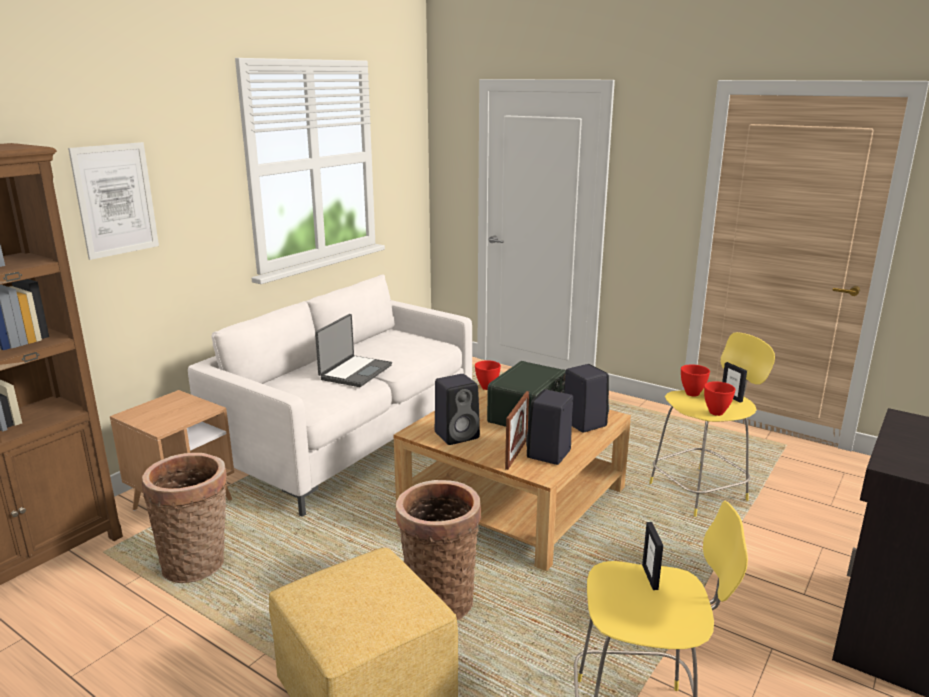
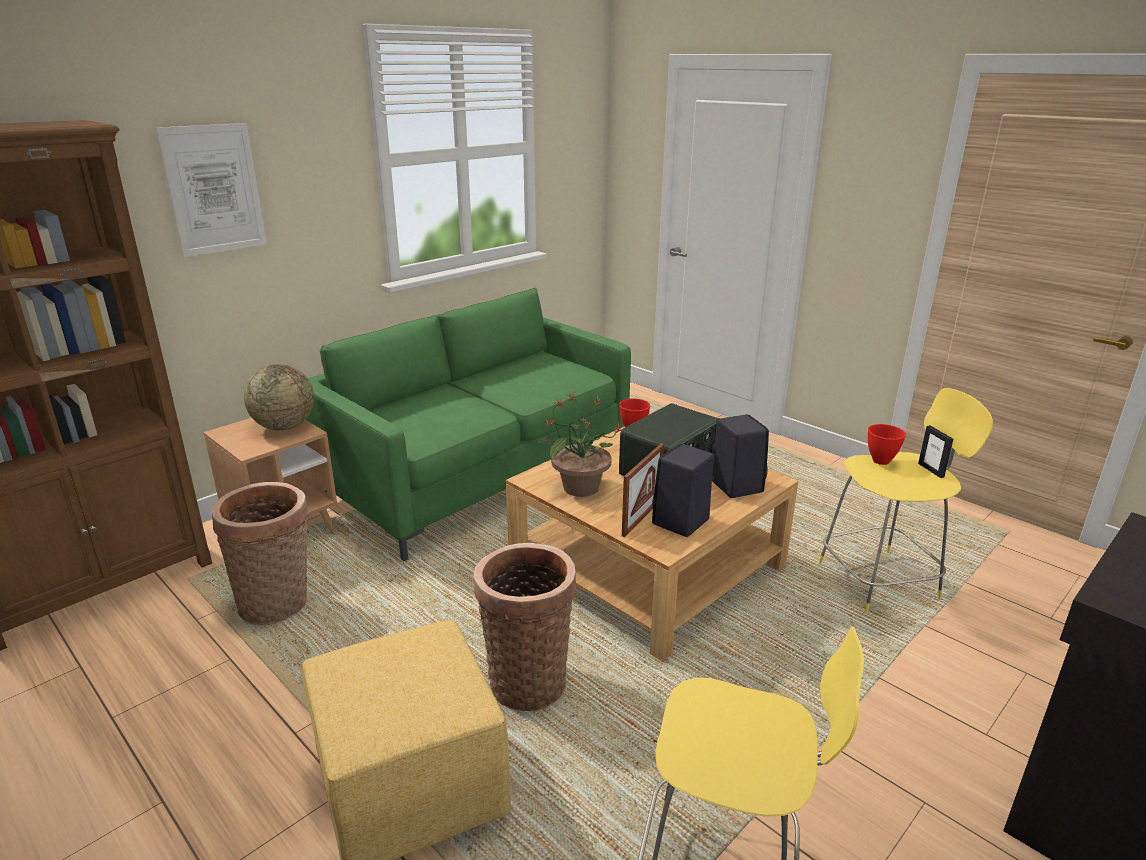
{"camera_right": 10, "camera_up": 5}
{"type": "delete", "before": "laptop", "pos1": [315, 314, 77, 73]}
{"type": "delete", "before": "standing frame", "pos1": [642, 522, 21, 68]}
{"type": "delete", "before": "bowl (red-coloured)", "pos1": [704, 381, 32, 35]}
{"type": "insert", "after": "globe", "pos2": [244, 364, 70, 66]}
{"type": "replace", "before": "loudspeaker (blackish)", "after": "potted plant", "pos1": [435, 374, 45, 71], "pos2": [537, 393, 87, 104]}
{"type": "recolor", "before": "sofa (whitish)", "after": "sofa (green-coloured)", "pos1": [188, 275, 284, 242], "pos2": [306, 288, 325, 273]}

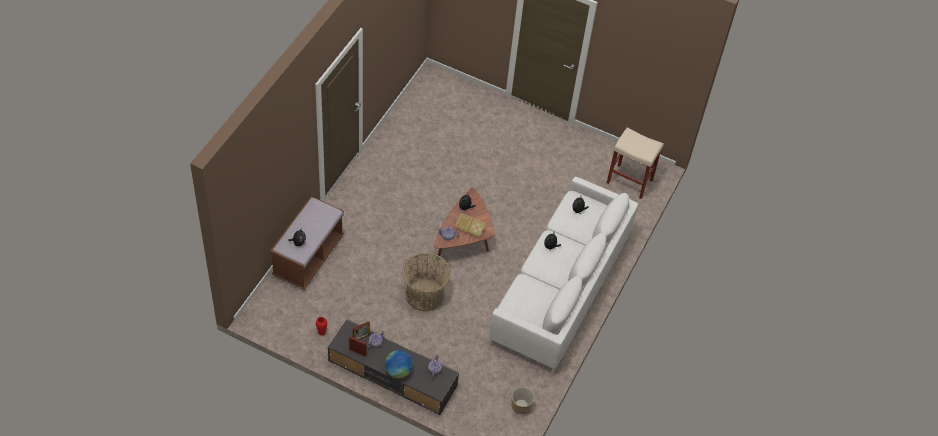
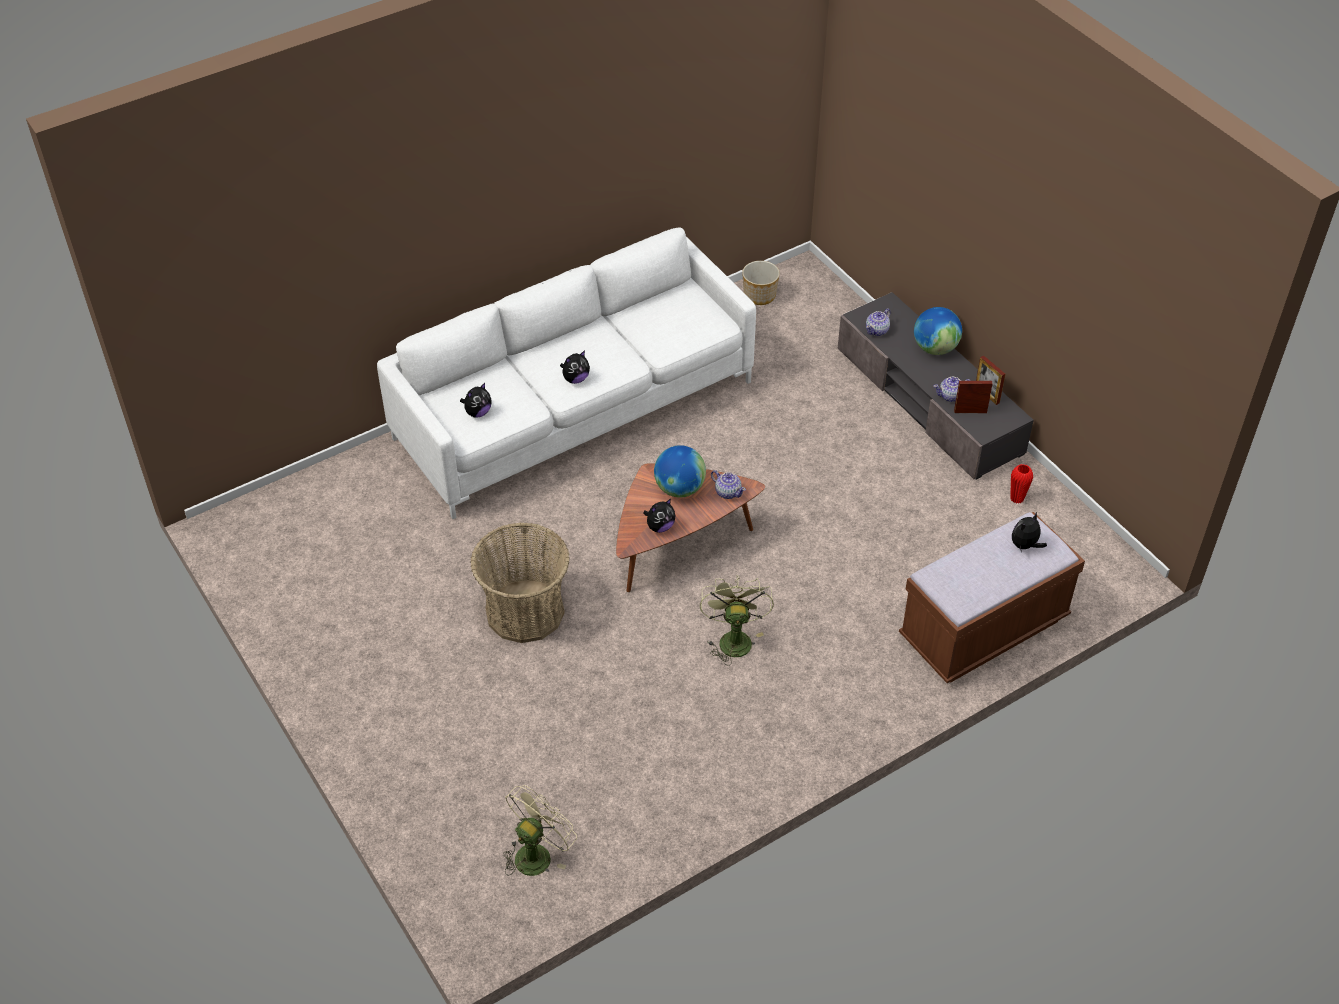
{"camera_right": -145, "camera_up": -5}
{"type": "delete", "before": "stool (beige-coloured)", "pos1": [607, 127, 57, 72]}
{"type": "insert", "after": "fan (beige-coloured)", "pos2": [503, 785, 74, 91]}
{"type": "insert", "after": "fan (green-coloured)", "pos2": [700, 575, 74, 91]}
{"type": "move", "before": "basket", "pos1": [402, 253, 49, 59], "pos2": [470, 522, 100, 121]}
{"type": "replace", "before": "book", "after": "globe", "pos1": [455, 213, 31, 24], "pos2": [654, 445, 52, 53]}

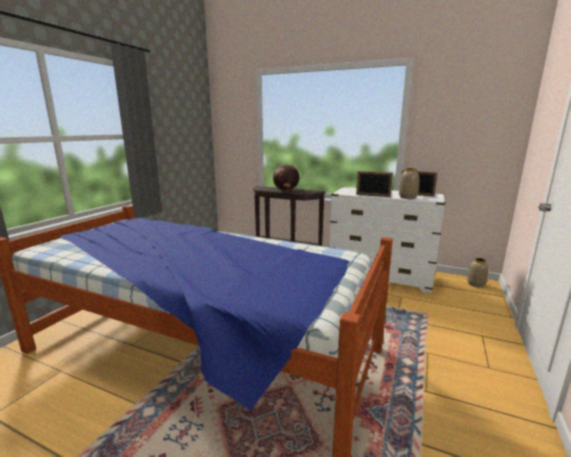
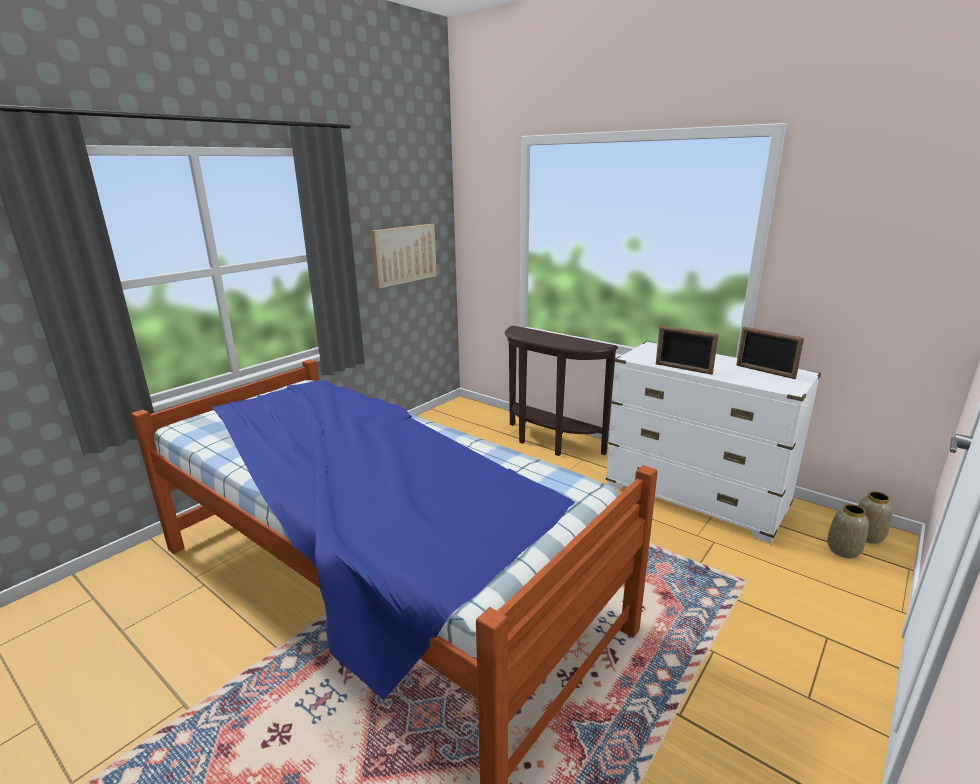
{"camera_right": 15, "camera_up": 5}
{"type": "delete", "before": "globe", "pos1": [273, 164, 26, 27]}
{"type": "insert", "after": "picture", "pos2": [371, 224, 66, 65]}
{"type": "move", "before": "decorative vase", "pos1": [399, 168, 20, 31], "pos2": [827, 504, 42, 55]}

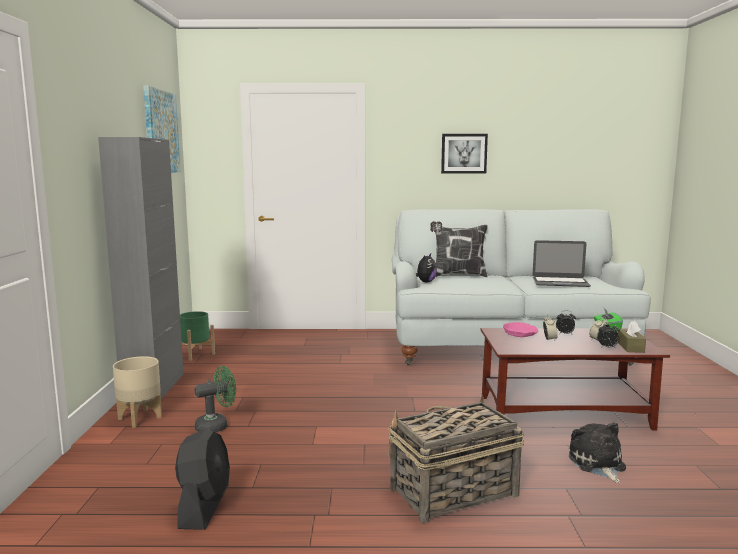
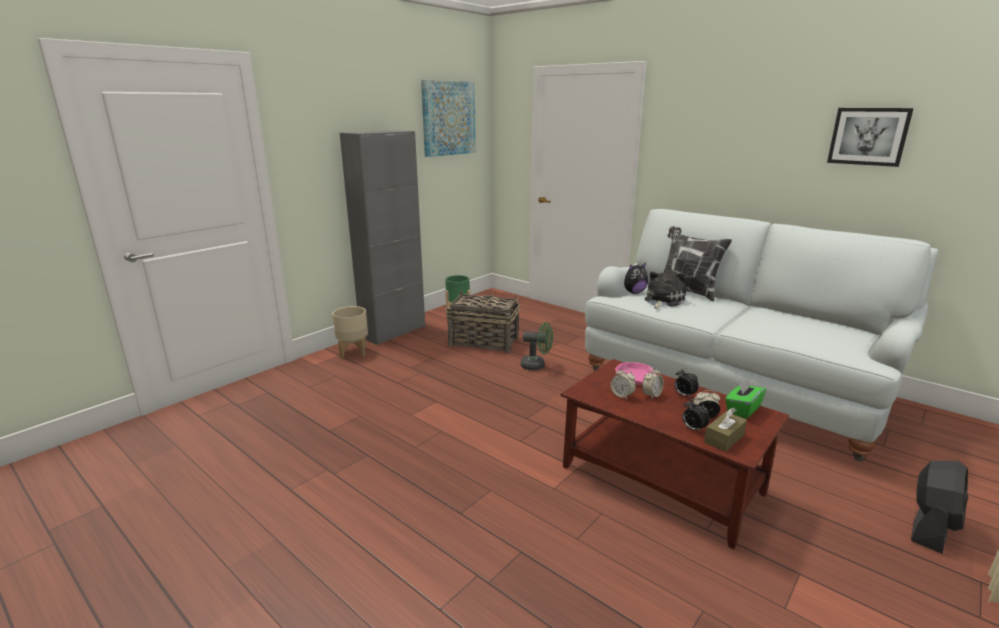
{"camera_right": 40, "camera_up": 10}
{"type": "delete", "before": "laptop", "pos1": [533, 240, 58, 47]}
{"type": "insert", "after": "table clock", "pos2": [610, 367, 26, 32]}
{"type": "move", "before": "fan (blackish)", "pos1": [175, 428, 55, 102], "pos2": [911, 461, 57, 93]}
{"type": "move", "before": "fan (green-coloured)", "pos1": [195, 366, 41, 67], "pos2": [521, 322, 32, 48]}
{"type": "move", "before": "basket", "pos1": [388, 394, 136, 129], "pos2": [446, 290, 74, 63]}
{"type": "move", "before": "picture", "pos1": [441, 134, 47, 40], "pos2": [827, 108, 87, 59]}
{"type": "move", "before": "soft toy", "pos1": [569, 423, 57, 60], "pos2": [644, 271, 43, 38]}

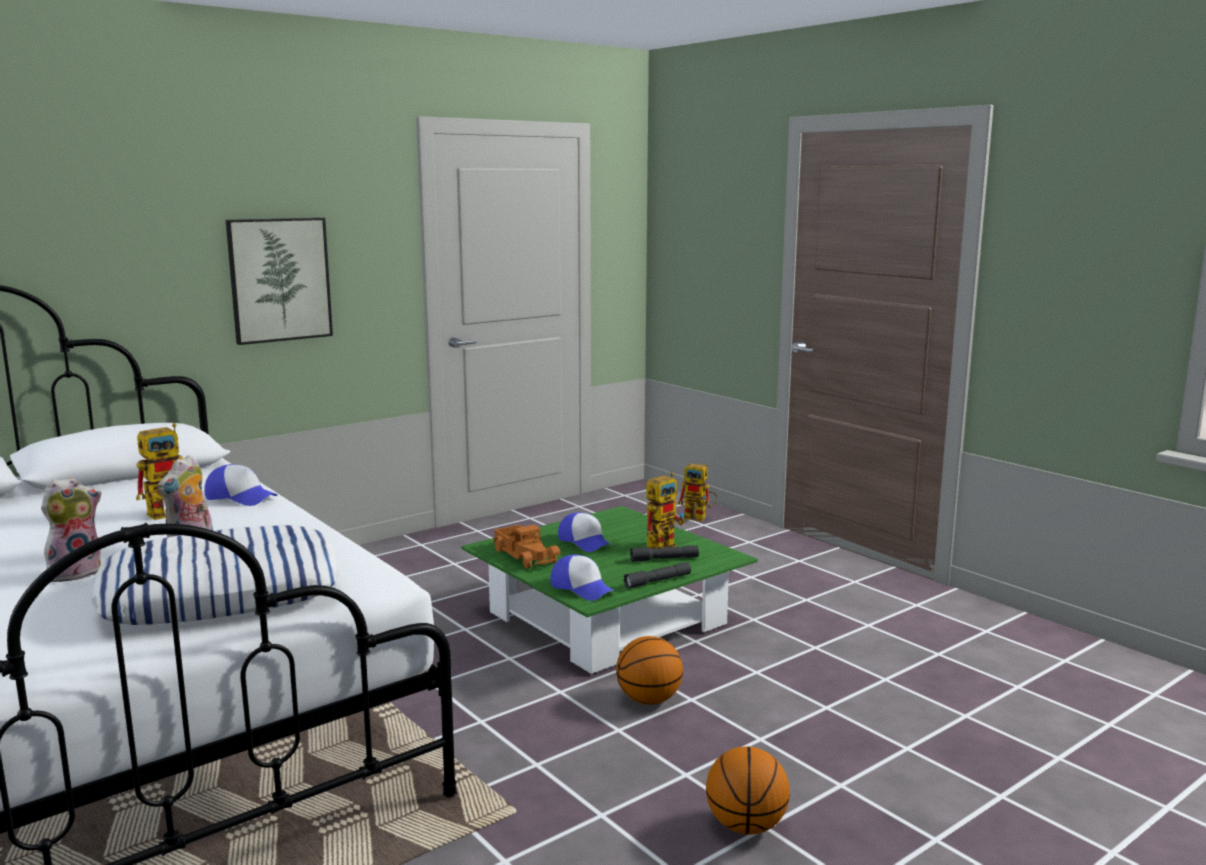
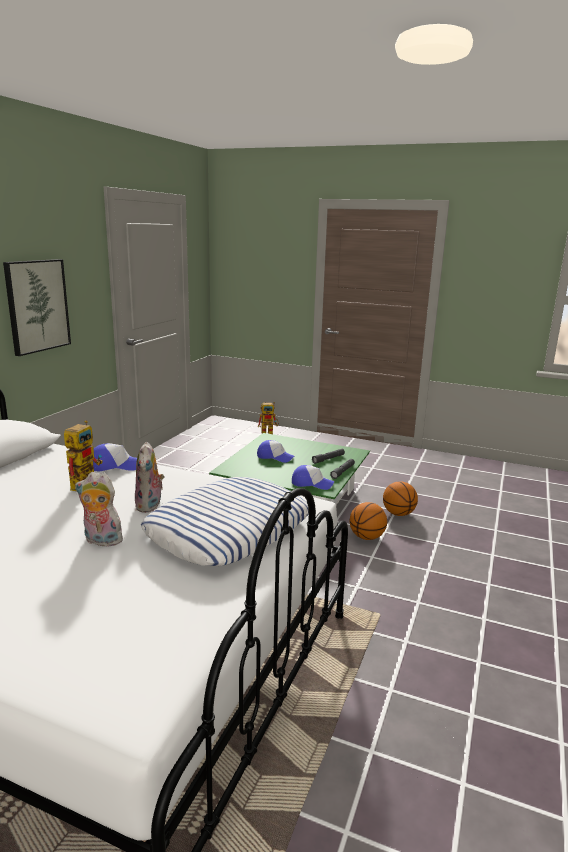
{"camera_right": -30, "camera_up": 5}
{"type": "delete", "before": "toy truck", "pos1": [493, 525, 68, 44]}
{"type": "delete", "before": "toy robot", "pos1": [646, 472, 39, 77]}
{"type": "move", "before": "basketball ball", "pos1": [706, 746, 84, 89], "pos2": [383, 481, 35, 35]}
{"type": "rotate", "before": "soft toy", "pos1": [41, 477, 61, 105], "pos2": [75, 472, 48, 75], "turn": -90}

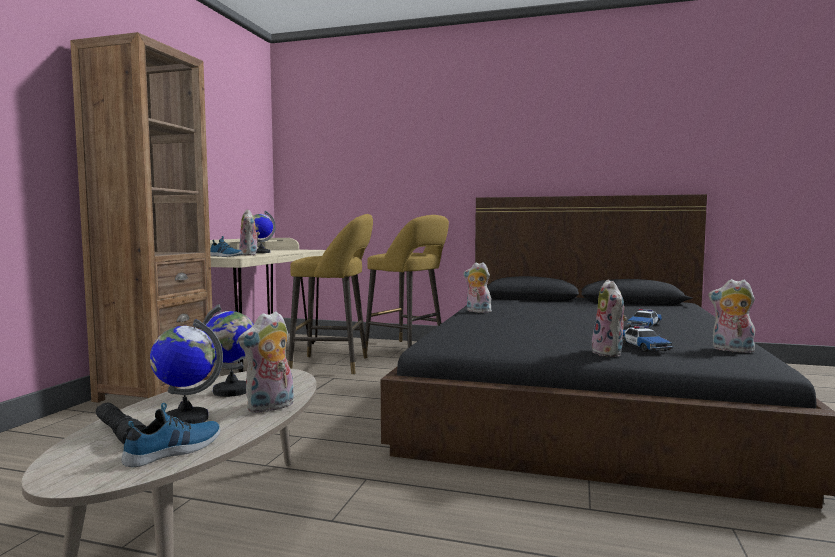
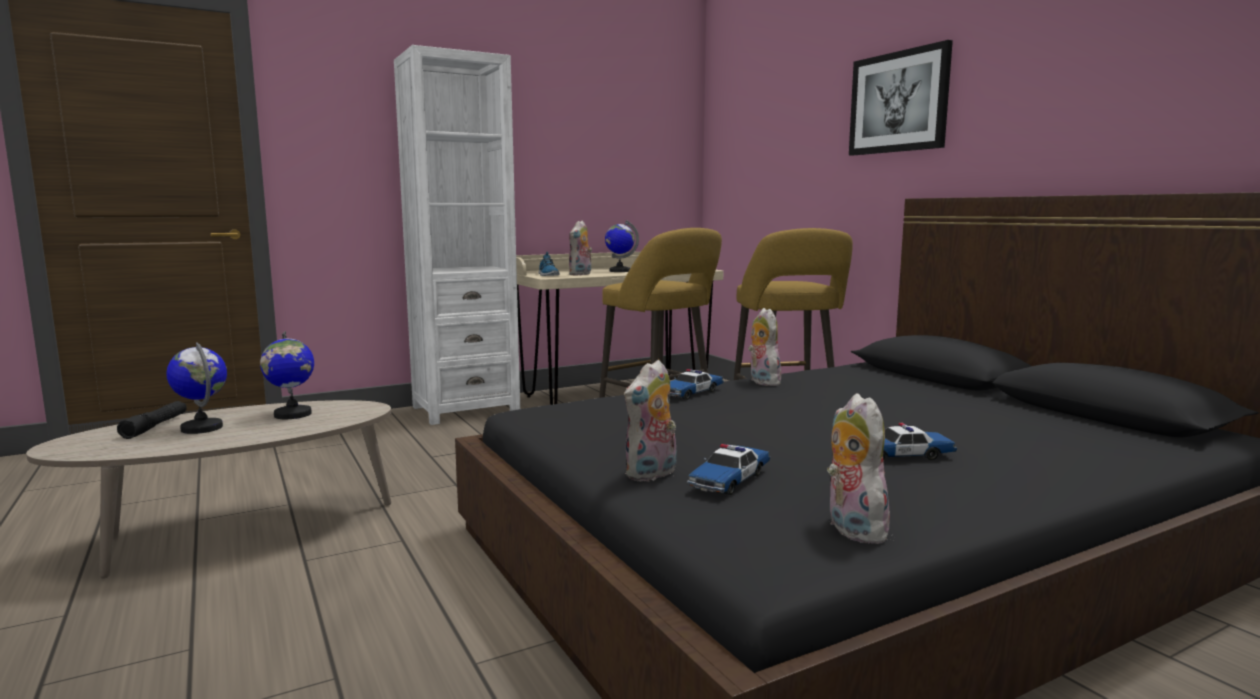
{"camera_right": 45, "camera_up": 5}
{"type": "delete", "before": "shoe", "pos1": [121, 403, 99, 64]}
{"type": "delete", "before": "soft toy", "pos1": [238, 311, 56, 102]}
{"type": "insert", "after": "miniature car", "pos2": [670, 369, 54, 31]}
{"type": "insert", "after": "picture", "pos2": [849, 40, 104, 116]}
{"type": "recolor", "before": "bookshelf (brown)", "after": "bookshelf (whitish)", "pos1": [70, 32, 145, 371], "pos2": [394, 45, 126, 380]}

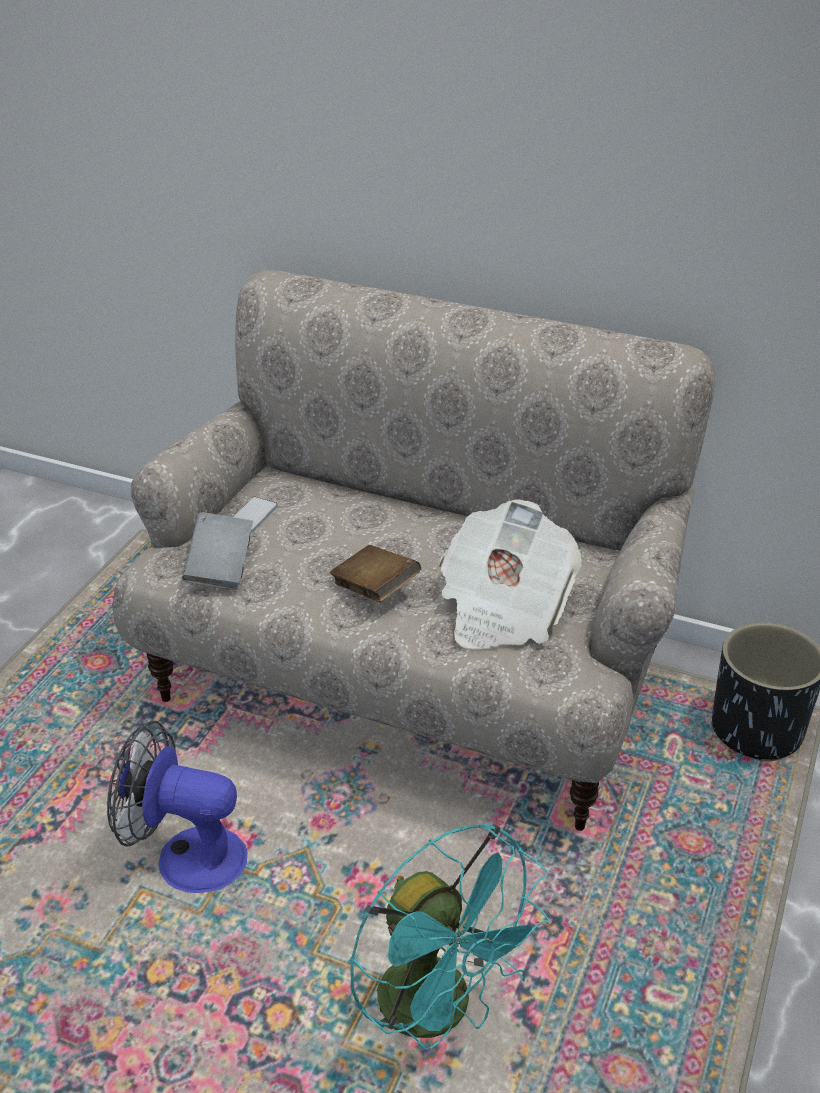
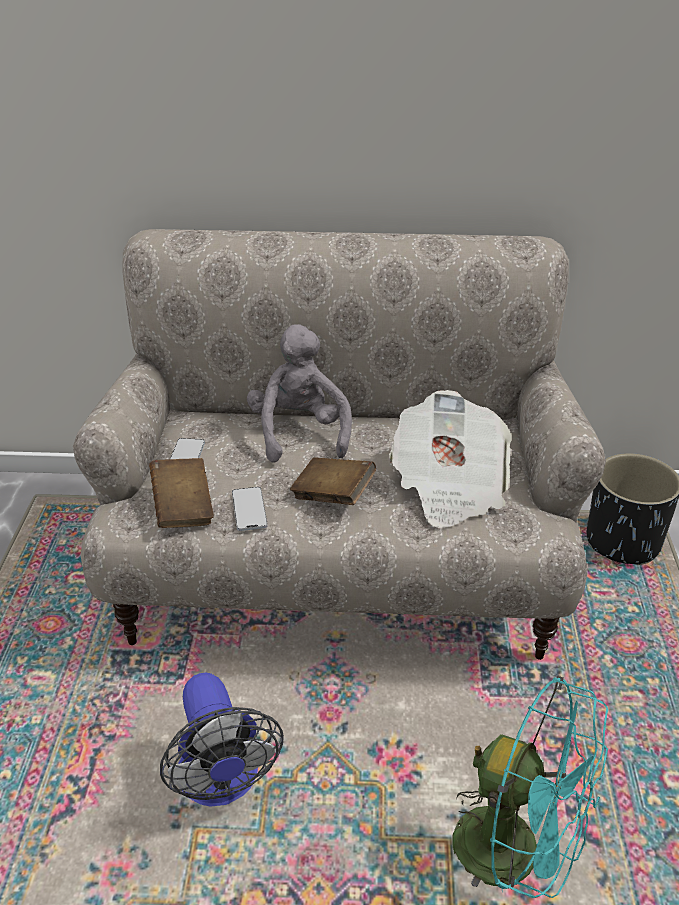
{"camera_right": -20, "camera_up": 0}
{"type": "insert", "after": "handset", "pos2": [232, 487, 36, 44]}
{"type": "insert", "after": "soft toy (gray)", "pos2": [247, 324, 105, 139]}
{"type": "recolor", "before": "book (gray)", "after": "book (brown)", "pos1": [182, 512, 71, 78], "pos2": [149, 458, 65, 70]}
{"type": "rotate", "before": "fan", "pos1": [107, 721, 140, 172], "pos2": [160, 673, 124, 133], "turn": -105}

